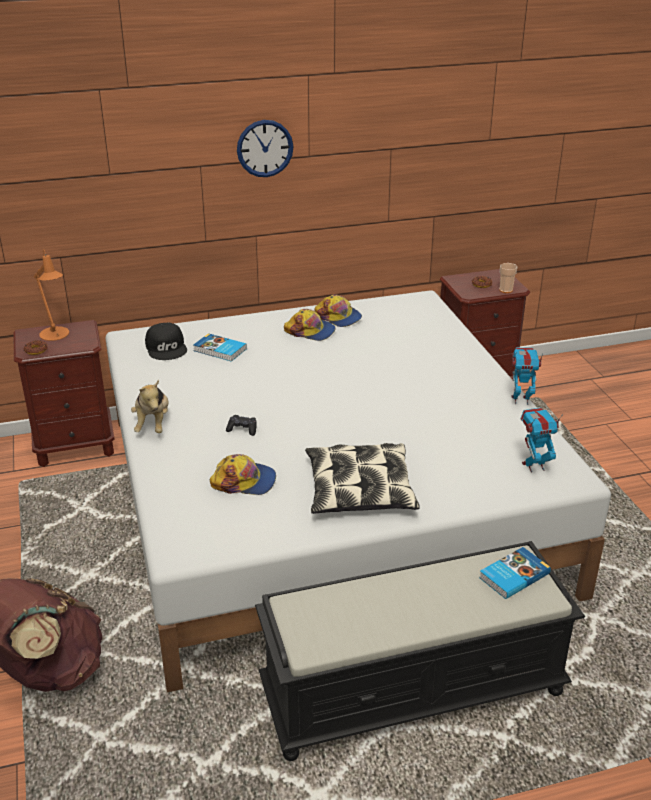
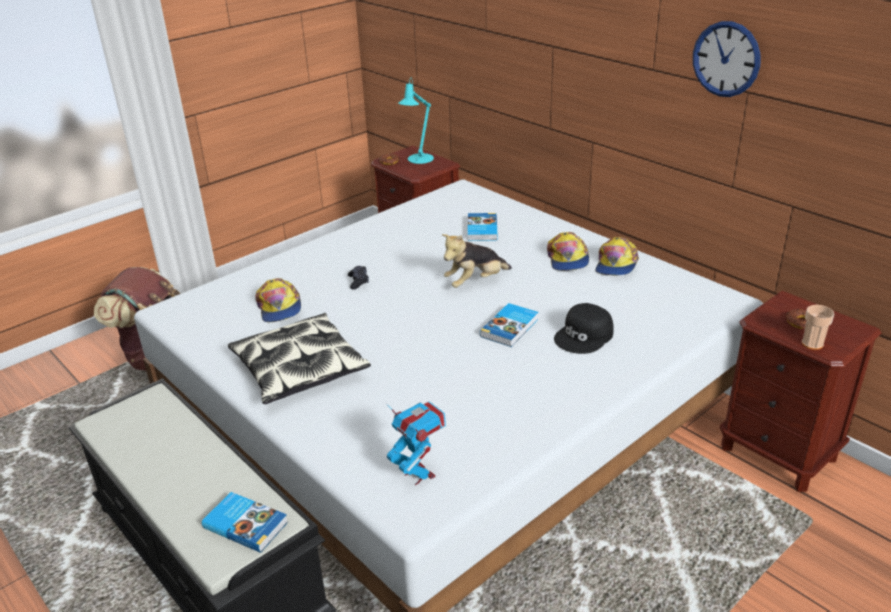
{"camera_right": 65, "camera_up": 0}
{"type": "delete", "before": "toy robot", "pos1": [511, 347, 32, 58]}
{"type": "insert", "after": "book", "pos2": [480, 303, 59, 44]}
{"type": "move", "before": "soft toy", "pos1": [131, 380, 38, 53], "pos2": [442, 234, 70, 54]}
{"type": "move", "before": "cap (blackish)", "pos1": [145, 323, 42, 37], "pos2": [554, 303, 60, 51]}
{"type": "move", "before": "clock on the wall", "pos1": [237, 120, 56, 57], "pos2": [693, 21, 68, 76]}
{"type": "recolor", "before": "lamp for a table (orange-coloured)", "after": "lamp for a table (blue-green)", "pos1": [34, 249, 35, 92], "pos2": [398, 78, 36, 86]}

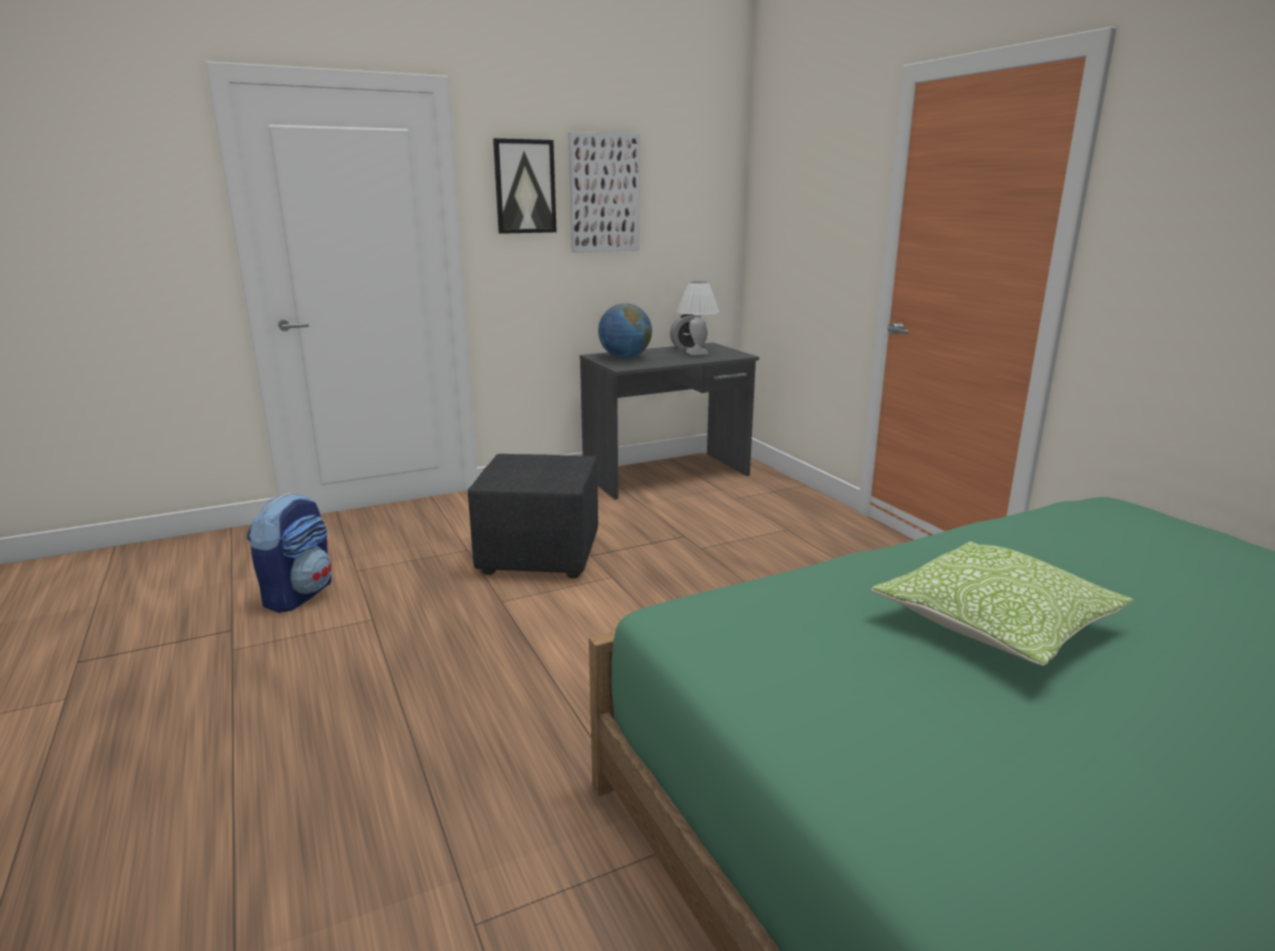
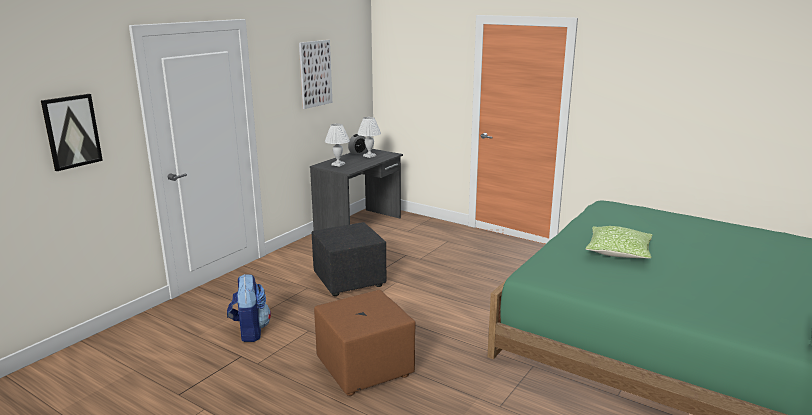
{"camera_right": -30, "camera_up": 0}
{"type": "insert", "after": "ottoman (brown)", "pos2": [314, 290, 102, 106]}
{"type": "move", "before": "picture", "pos1": [493, 138, 64, 96], "pos2": [41, 94, 62, 77]}
{"type": "replace", "before": "globe", "after": "lamp for a table (whitish)", "pos1": [598, 303, 54, 55], "pos2": [325, 123, 25, 43]}

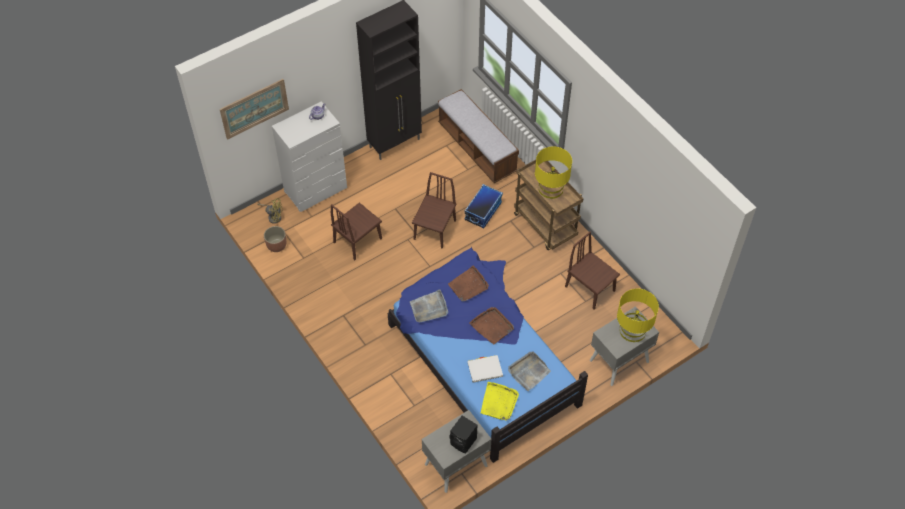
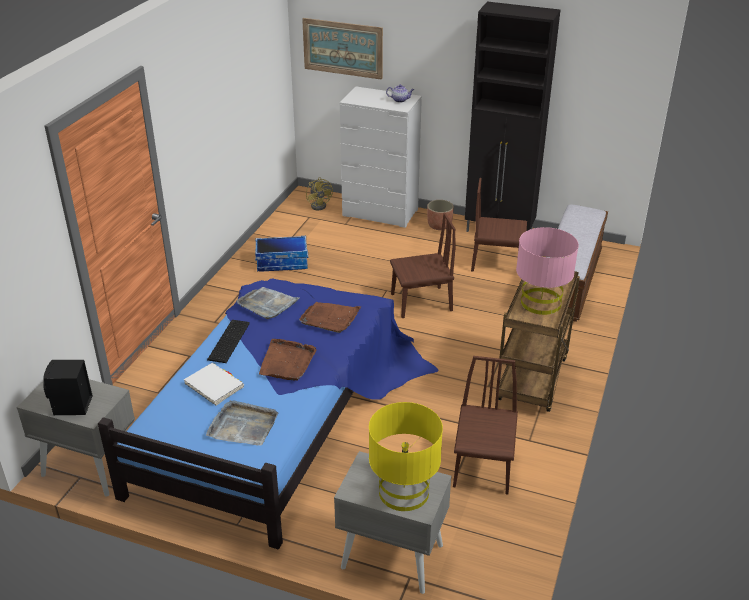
{"camera_right": 55, "camera_up": -20}
{"type": "delete", "before": "serving tray (yellow-coloured)", "pos1": [481, 382, 38, 39]}
{"type": "insert", "after": "computer keyboard", "pos2": [207, 320, 43, 43]}
{"type": "move", "before": "planter", "pos1": [264, 226, 22, 26], "pos2": [427, 200, 27, 30]}
{"type": "move", "before": "chair (brown)", "pos1": [331, 202, 51, 59], "pos2": [471, 178, 56, 94]}
{"type": "move", "before": "storage box", "pos1": [465, 184, 38, 44], "pos2": [255, 236, 53, 36]}
{"type": "recolor", "before": "lamp for a table (yellow-coloured)", "after": "lamp for a table (pink-coloured)", "pos1": [535, 147, 37, 52], "pos2": [516, 227, 63, 88]}

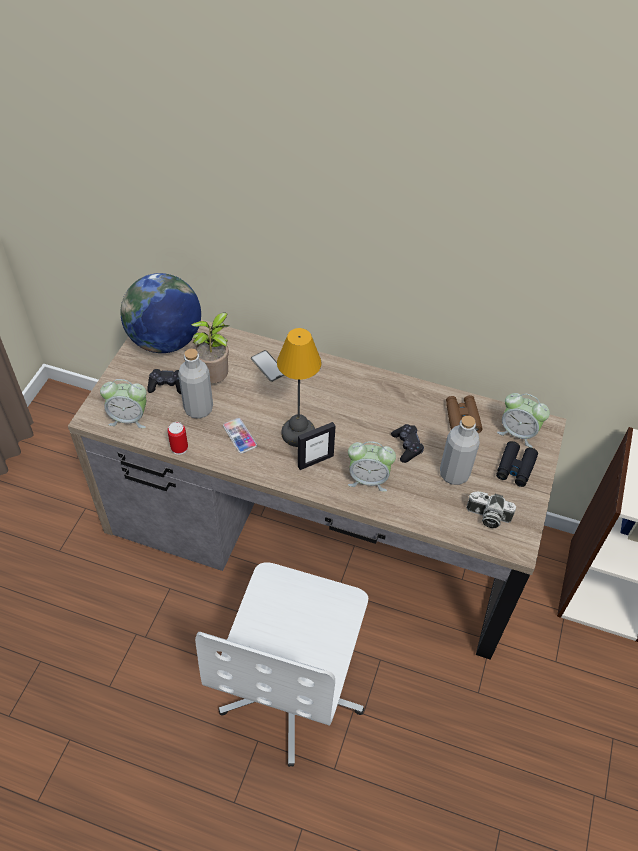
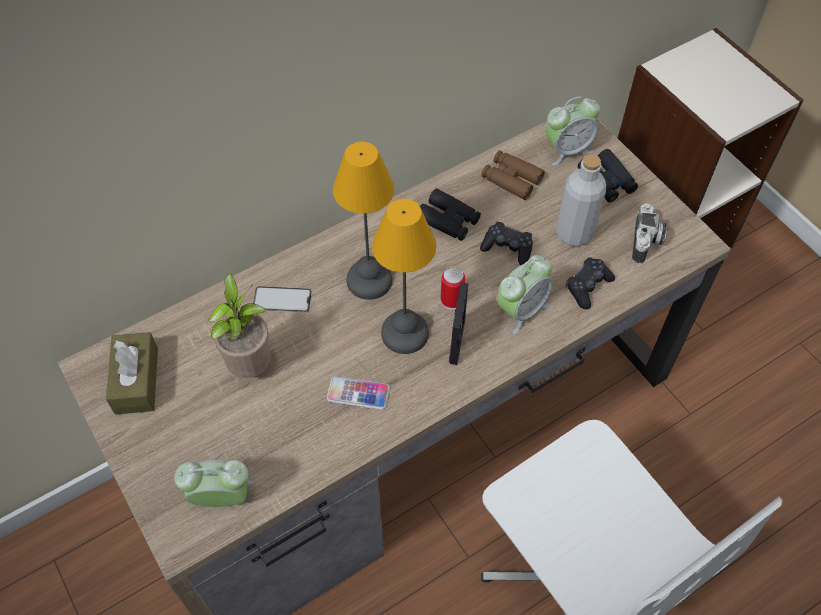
{"camera_right": -50, "camera_up": 5}
{"type": "delete", "before": "drink bottle (gray)", "pos1": [178, 349, 35, 70]}
{"type": "insert", "after": "lamp for a table", "pos2": [333, 142, 61, 158]}
{"type": "insert", "after": "binoculars (blackish)", "pos2": [420, 189, 61, 52]}
{"type": "move", "before": "joypad (blackish)", "pos1": [147, 369, 34, 25], "pos2": [566, 257, 49, 53]}
{"type": "move", "before": "can", "pos1": [168, 422, 20, 33], "pos2": [441, 267, 24, 43]}
{"type": "replace", "before": "globe", "after": "tissue holder (brown)", "pos1": [120, 273, 81, 80], "pos2": [106, 332, 52, 83]}
{"type": "rotate", "before": "table clock", "pos1": [100, 379, 46, 49], "pos2": [174, 460, 79, 47], "turn": -135}
{"type": "rotate", "before": "photo camera", "pos1": [466, 491, 50, 37], "pos2": [632, 203, 36, 61], "turn": -45}

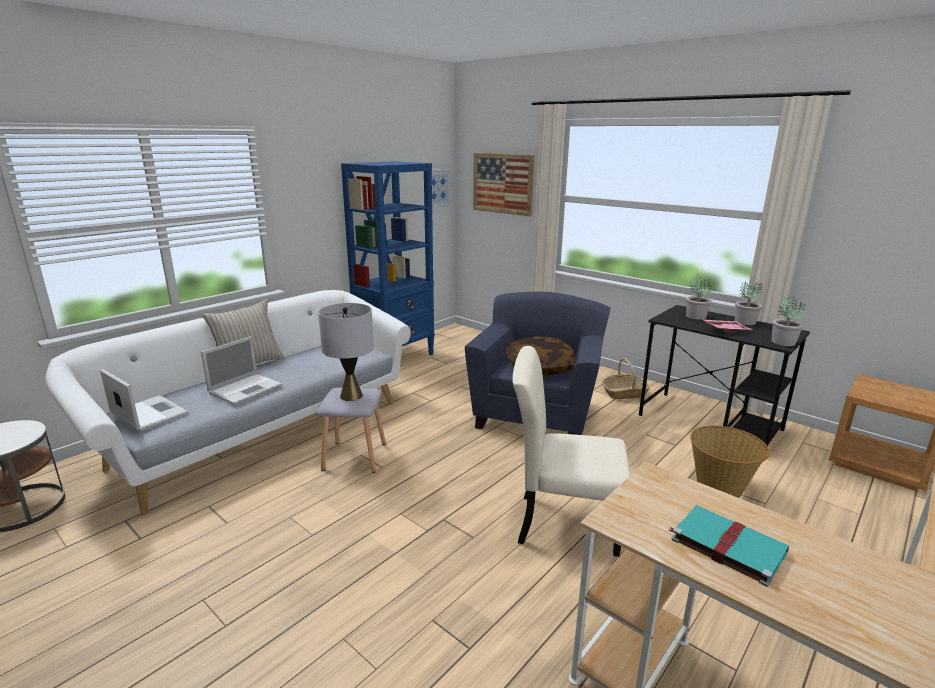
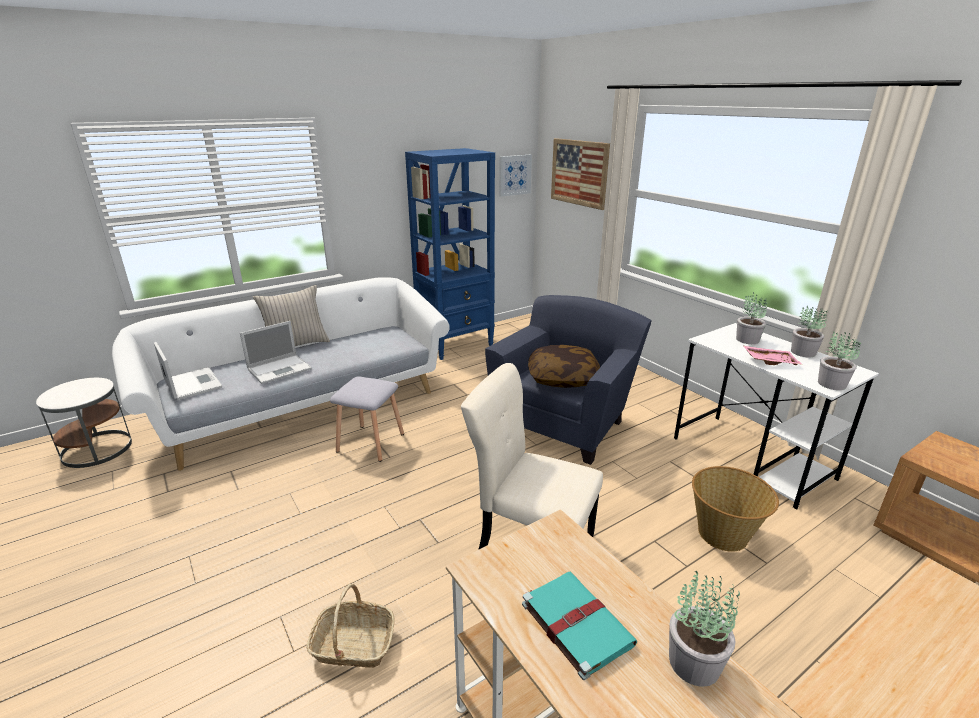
{"camera_right": 15, "camera_up": 5}
{"type": "delete", "before": "lamp for a table (gray)", "pos1": [318, 303, 56, 98]}
{"type": "insert", "after": "potted plant", "pos2": [669, 571, 71, 116]}
{"type": "move", "before": "basket", "pos1": [601, 358, 49, 41], "pos2": [307, 584, 88, 84]}
{"type": "recolor", "before": "desk table (blackish)", "after": "desk table (whitish)", "pos1": [639, 305, 171, 145], "pos2": [674, 323, 205, 187]}

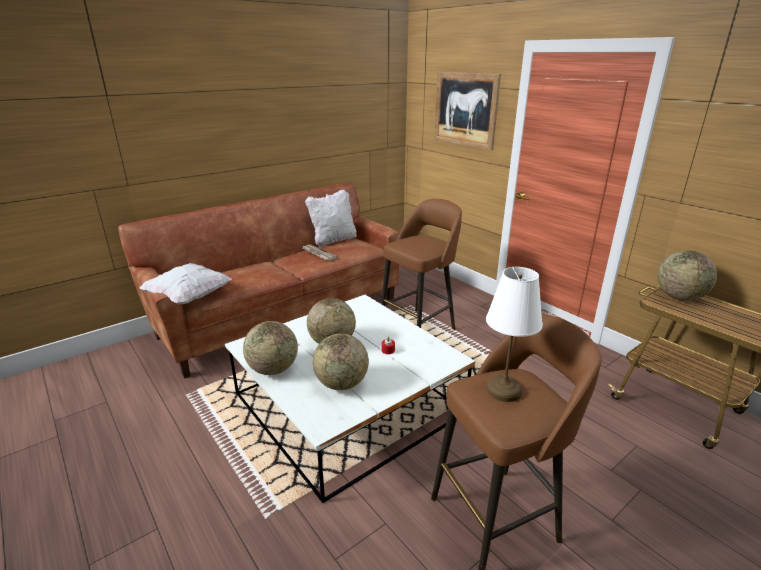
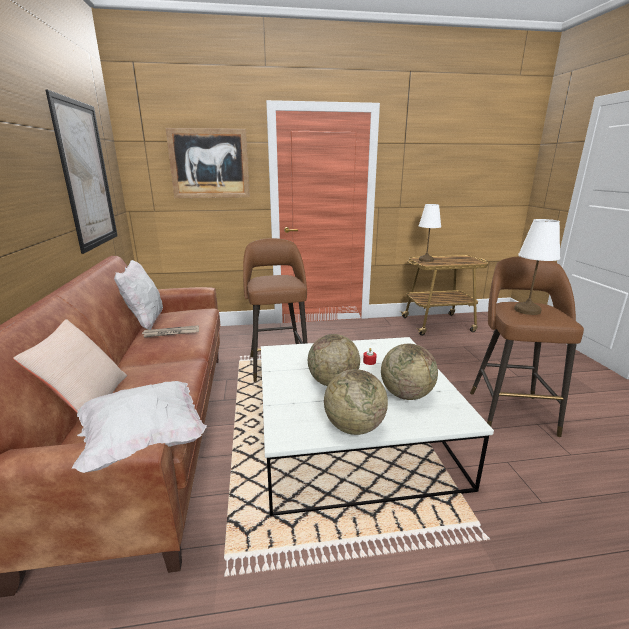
{"camera_right": -60, "camera_up": -5}
{"type": "insert", "after": "pillow (beige-coloured)", "pos2": [13, 319, 114, 93]}
{"type": "insert", "after": "picture", "pos2": [45, 89, 73, 165]}
{"type": "replace", "before": "globe", "after": "lamp for a table (whitish)", "pos1": [657, 250, 60, 51], "pos2": [419, 204, 22, 58]}

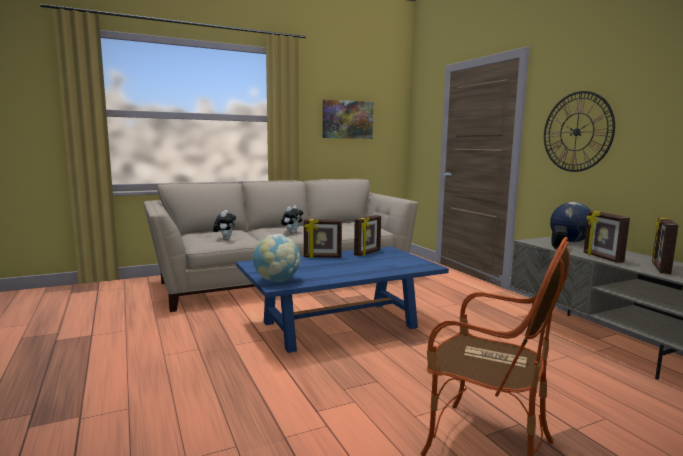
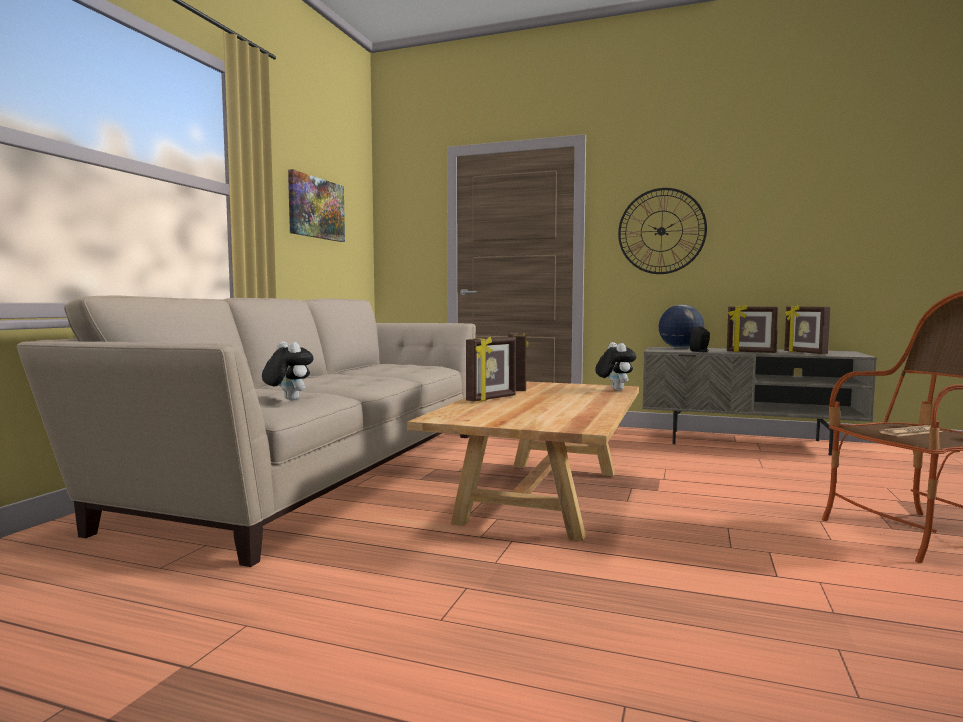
{"camera_right": -45, "camera_up": -5}
{"type": "delete", "before": "globe", "pos1": [253, 234, 47, 48]}
{"type": "move", "before": "soft toy", "pos1": [281, 206, 22, 28], "pos2": [595, 342, 41, 49]}
{"type": "recolor", "before": "lounge table (blue-coloured)", "after": "lounge table (beige-coloured)", "pos1": [236, 246, 213, 107], "pos2": [407, 382, 232, 159]}

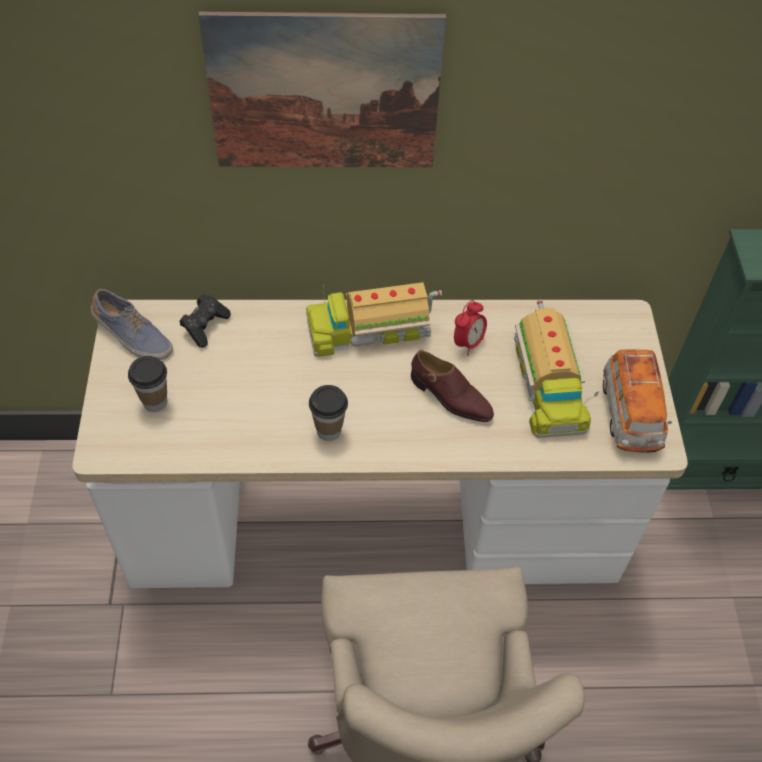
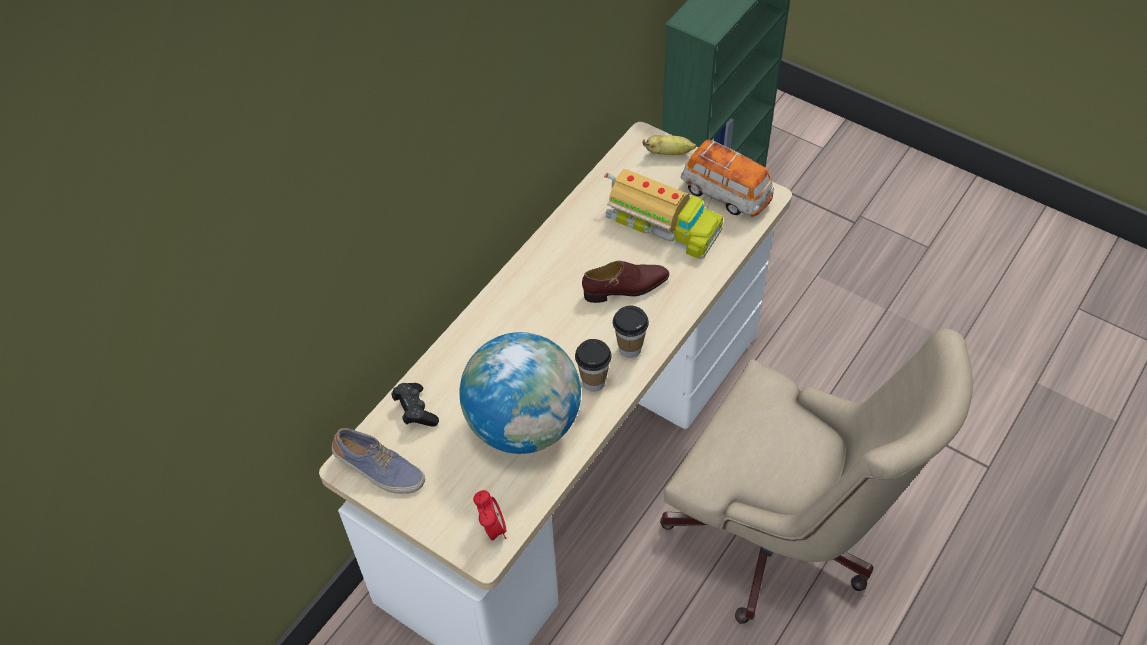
{"camera_right": -50, "camera_up": 0}
{"type": "delete", "before": "picture", "pos1": [199, 12, 247, 156]}
{"type": "delete", "before": "toy truck", "pos1": [306, 282, 136, 75]}
{"type": "insert", "after": "globe", "pos2": [459, 332, 122, 122]}
{"type": "insert", "after": "banana", "pos2": [642, 135, 54, 20]}
{"type": "move", "before": "drinking cup", "pos1": [128, 356, 39, 56], "pos2": [613, 306, 36, 52]}
{"type": "move", "before": "table clock", "pos1": [454, 300, 33, 56], "pos2": [473, 490, 33, 51]}
{"type": "rotate", "before": "shoe", "pos1": [91, 289, 82, 71], "pos2": [332, 428, 93, 66], "turn": 45}

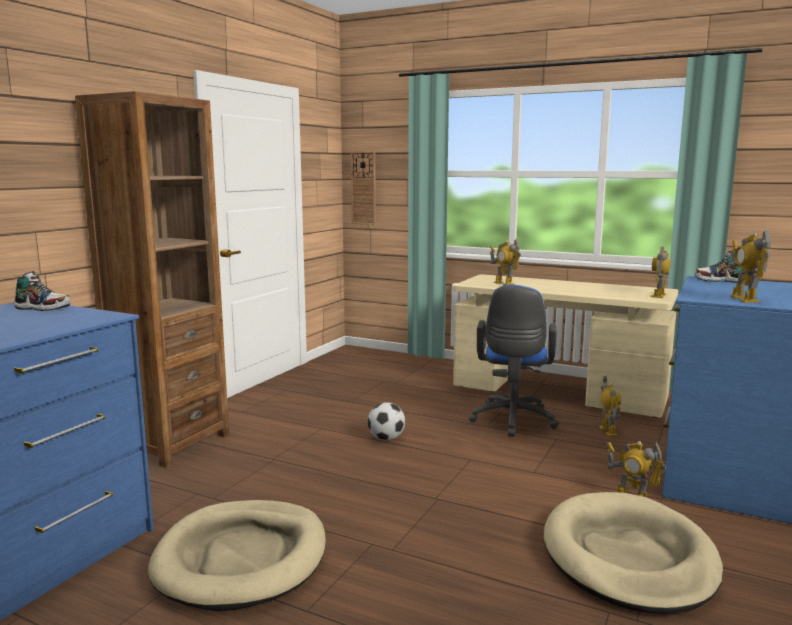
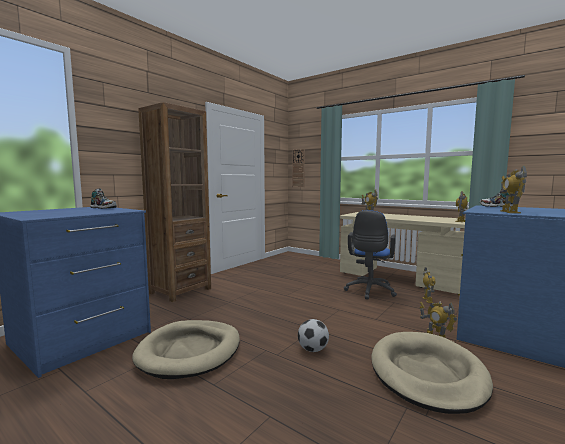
{"camera_right": 10, "camera_up": -5}
{"type": "move", "before": "football ball", "pos1": [368, 402, 37, 39], "pos2": [298, 319, 31, 33]}

